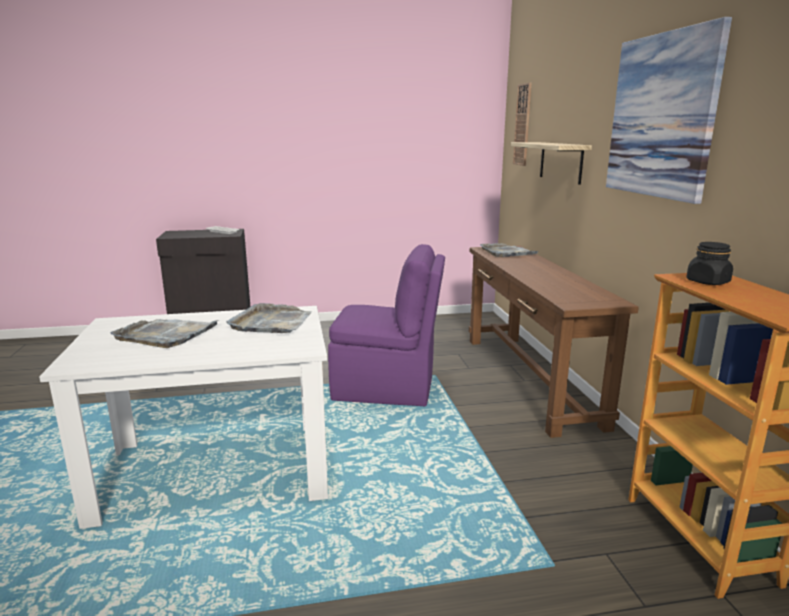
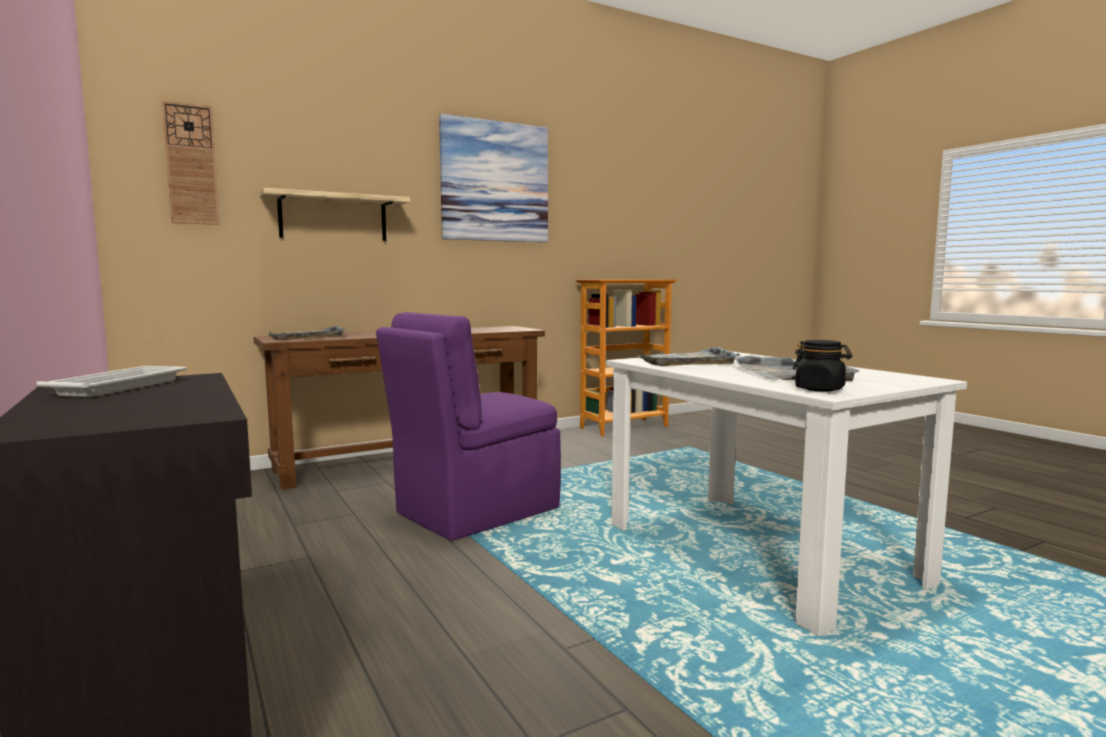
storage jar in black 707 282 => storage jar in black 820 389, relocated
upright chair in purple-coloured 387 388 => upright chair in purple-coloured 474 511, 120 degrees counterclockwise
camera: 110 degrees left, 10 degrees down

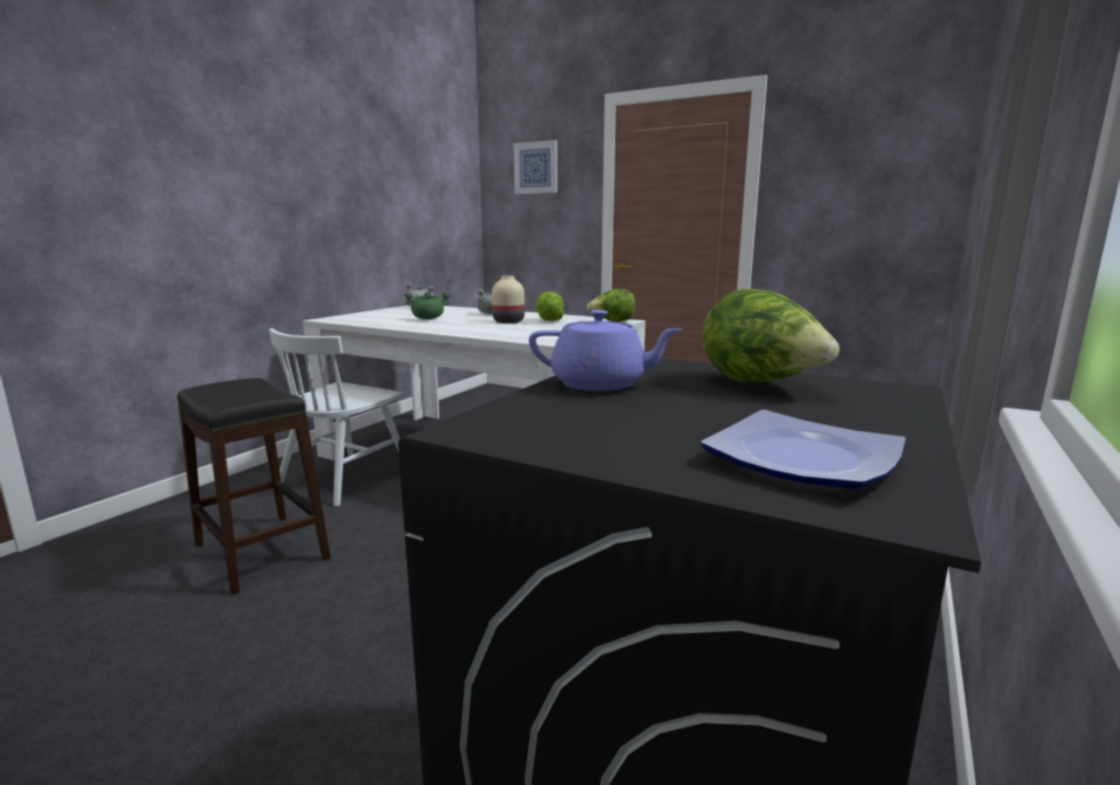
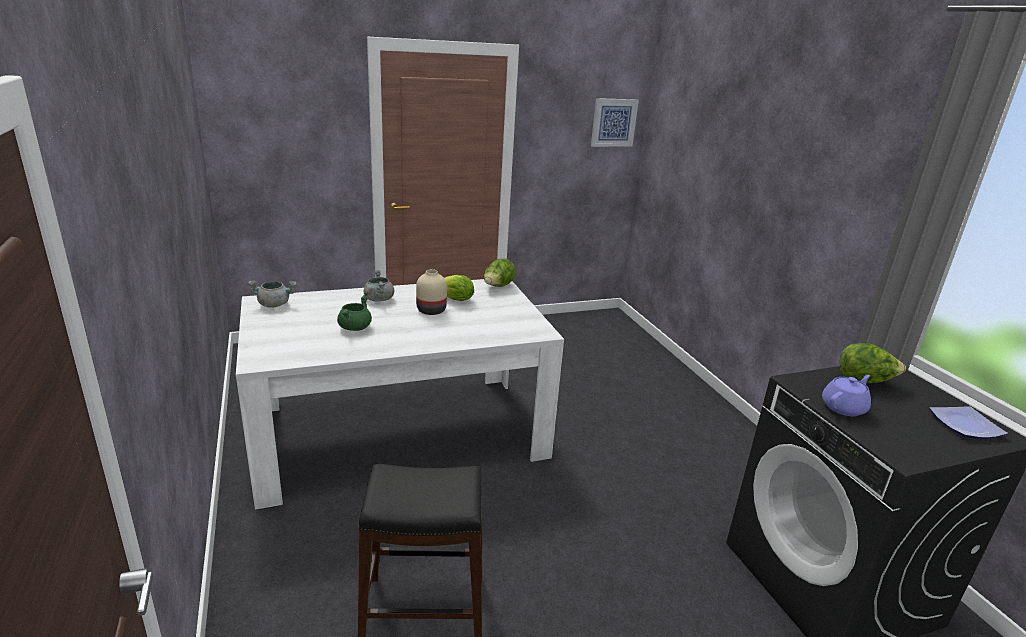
wall art 536 168 => wall art 613 122, relocated
upright chair in whitish 346 479 => nothing
camera: 50 degrees left, 10 degrees up

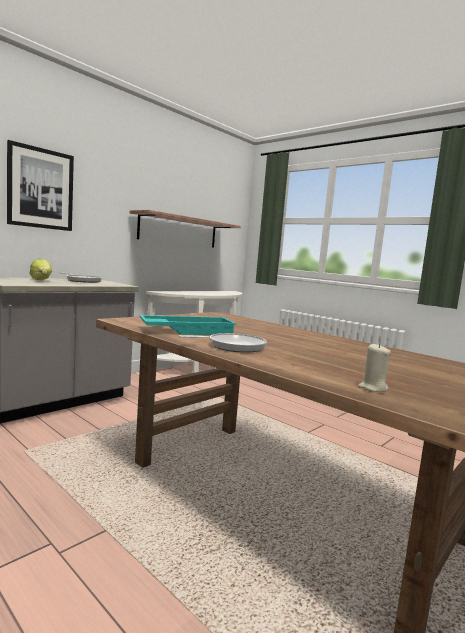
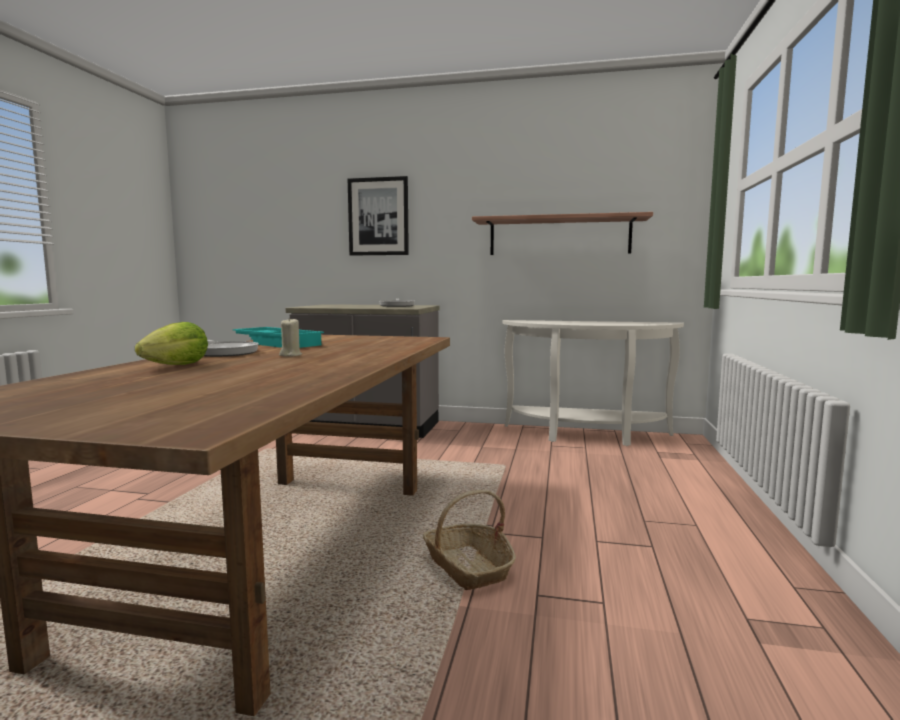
head of lettuce 41 280 => head of lettuce 177 366, relocated
wax candle in beige-coloured 372 388 => wax candle in beige-coloured 290 355, relocated
nothing => storage basket 468 567
camera: 60 degrees right, 0 degrees up

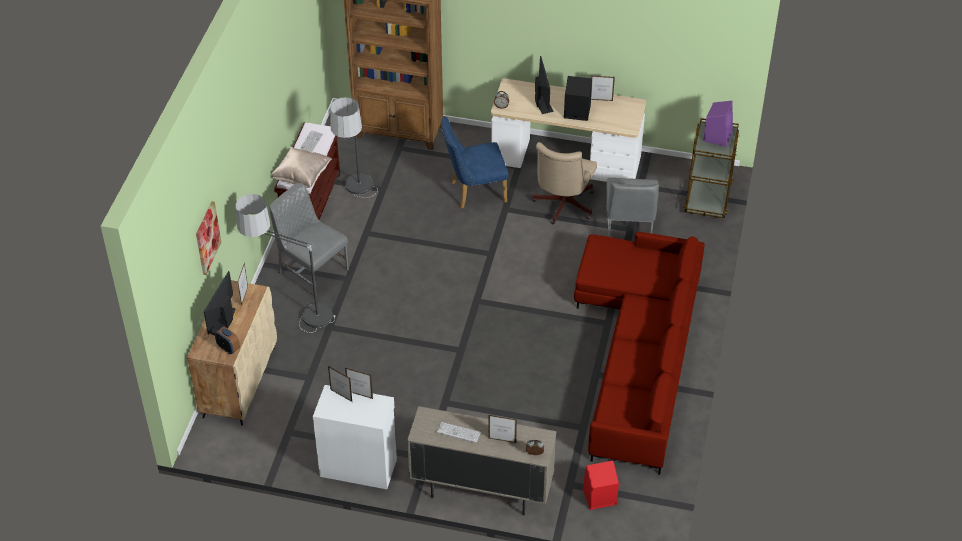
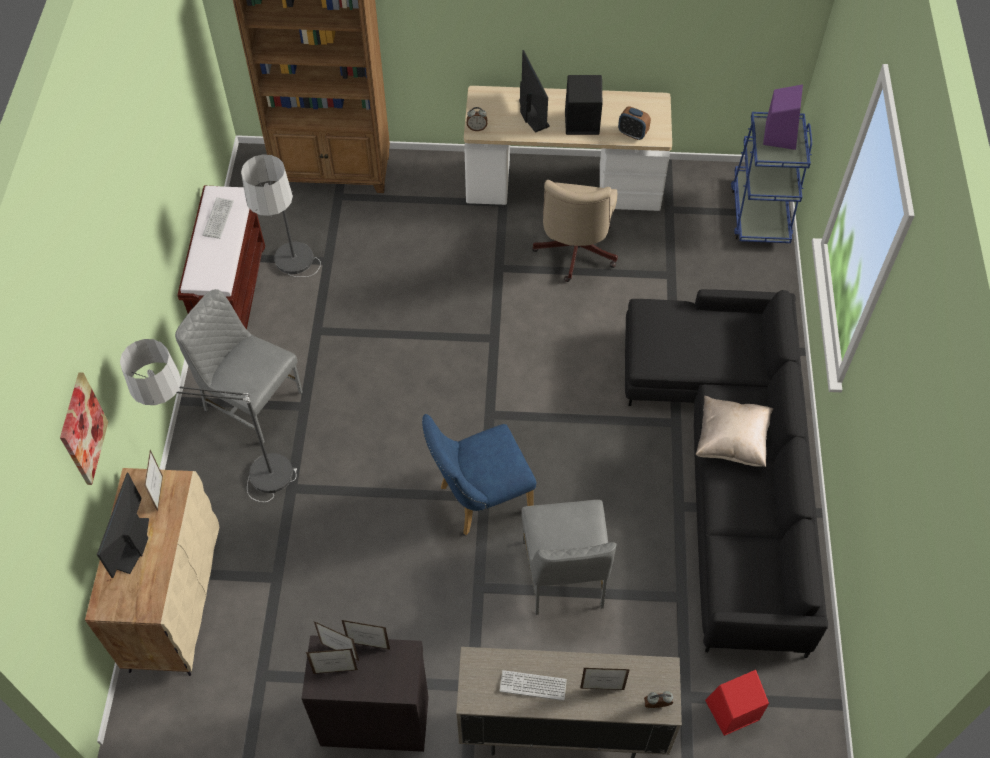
standing frame 601 100 => standing frame 335 672, relocated
upright chair in blue 474 192 => upright chair in blue 478 499, relocated
cart in brownish 708 197 => cart in blue 760 213
throw pillow in beige-coloured 302 177 => throw pillow in beige-coloured 731 441, relocated
upright chair in grey 628 231 => upright chair in grey 564 575, relocated
settee in reddish 638 353 => settee in black 728 463
bedside clock 228 348 => bedside clock 632 133, relocated
cabinet in whitish 358 467 => cabinet in black 374 719
camera: 10 degrees left, 10 degrees up

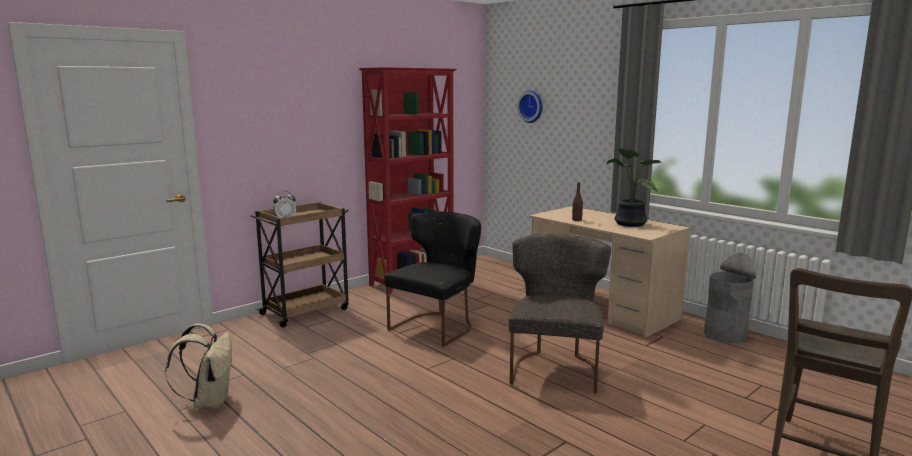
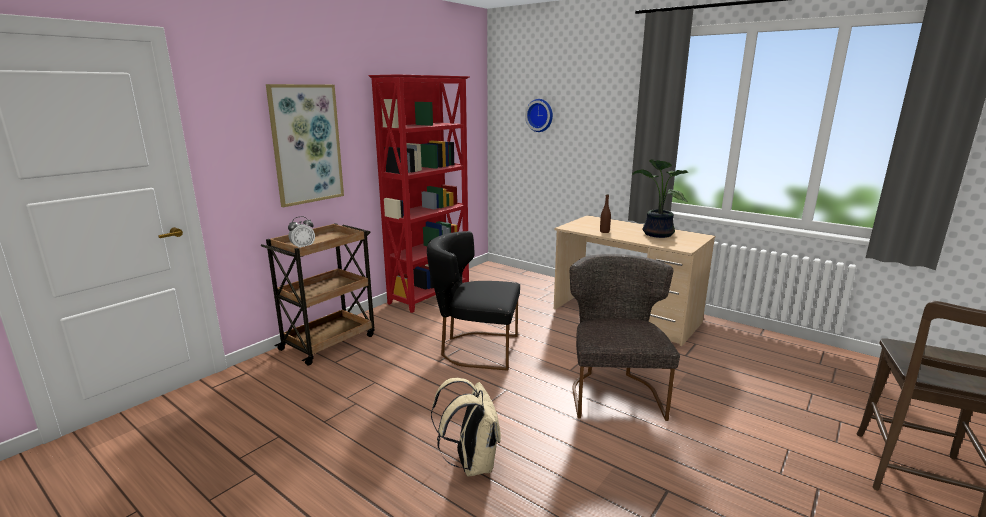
upright chair in black 437 326 => upright chair in black 475 349, 105 degrees counterclockwise
waste bin in grey 725 335 => nothing
rucksack in beige-coloured 210 402 => rucksack in beige-coloured 471 463, relocated
nothing => wall art 306 144
camera: 10 degrees left, 5 degrees up

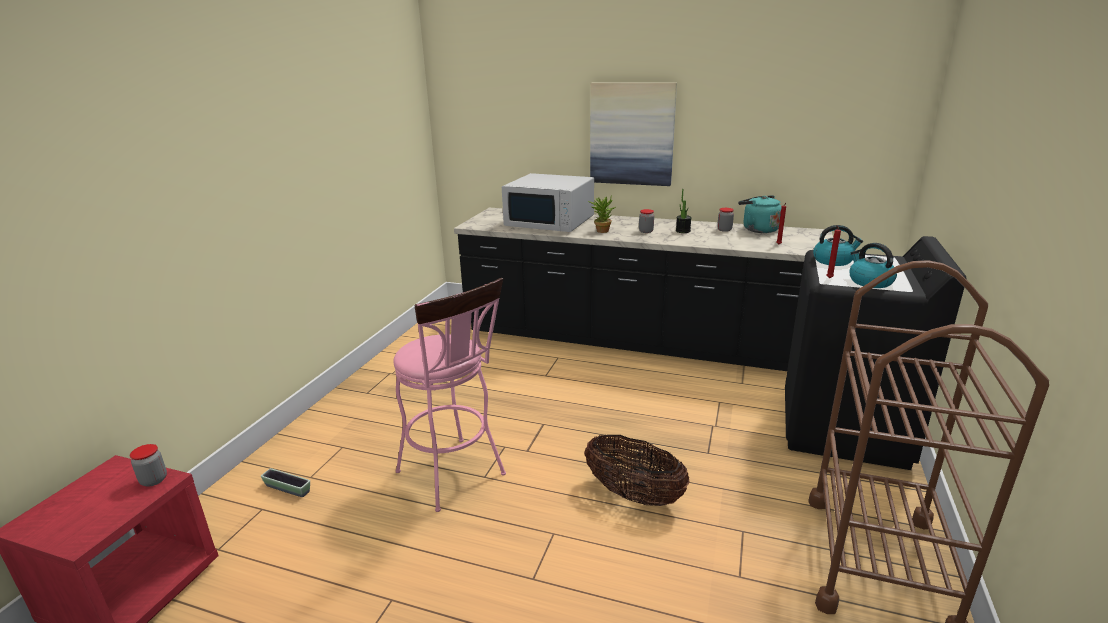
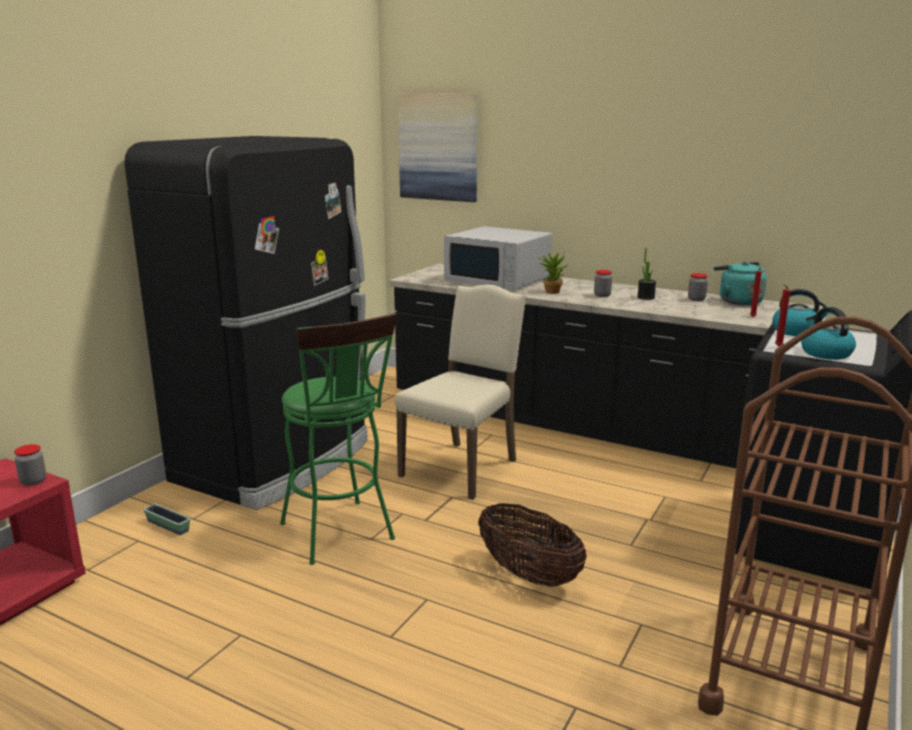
wall art 632 134 => wall art 438 147, relocated
stool in pinkish 456 477 => stool in green 341 535
nothing => kitchen fridge in black 276 461
nothing => upright chair in beige-coloured 462 467
camera: 10 degrees right, 5 degrees down

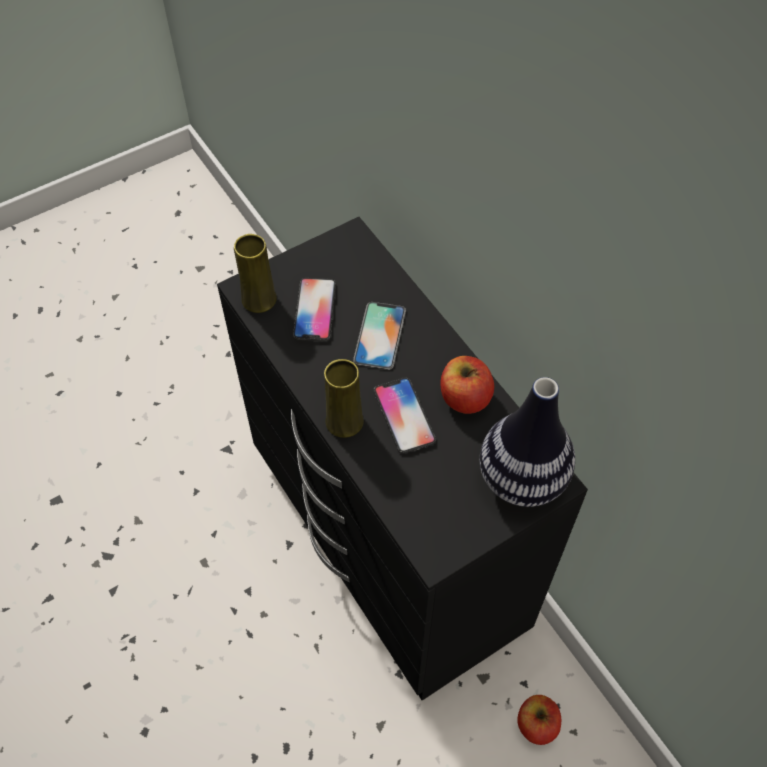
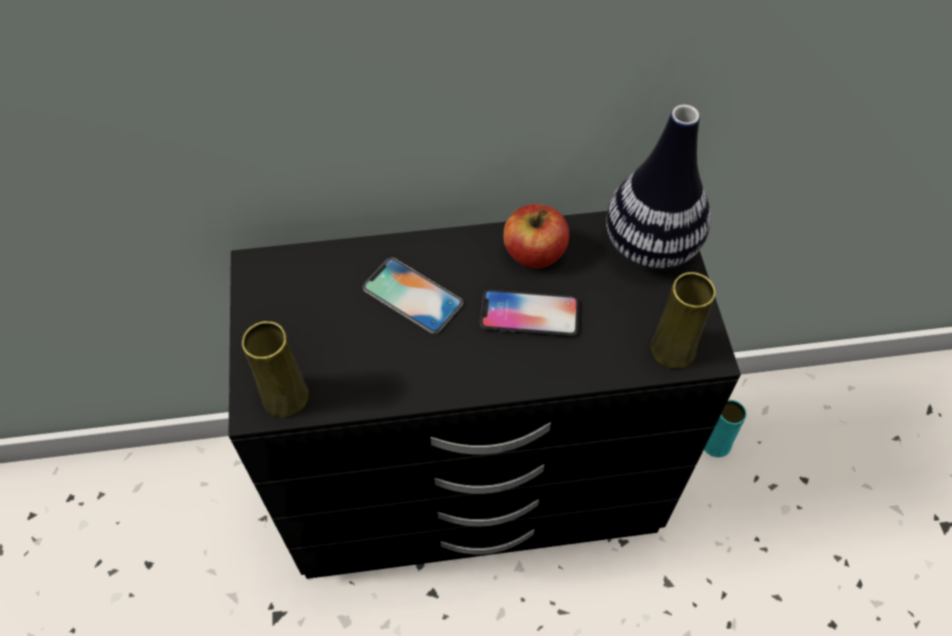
handset 315 310 => nothing
vase in yellowish 344 421 => vase in yellowish 673 349, relocated
apple 536 724 => vase in turquoise-coloured 716 443
camera: 65 degrees left, 0 degrees up

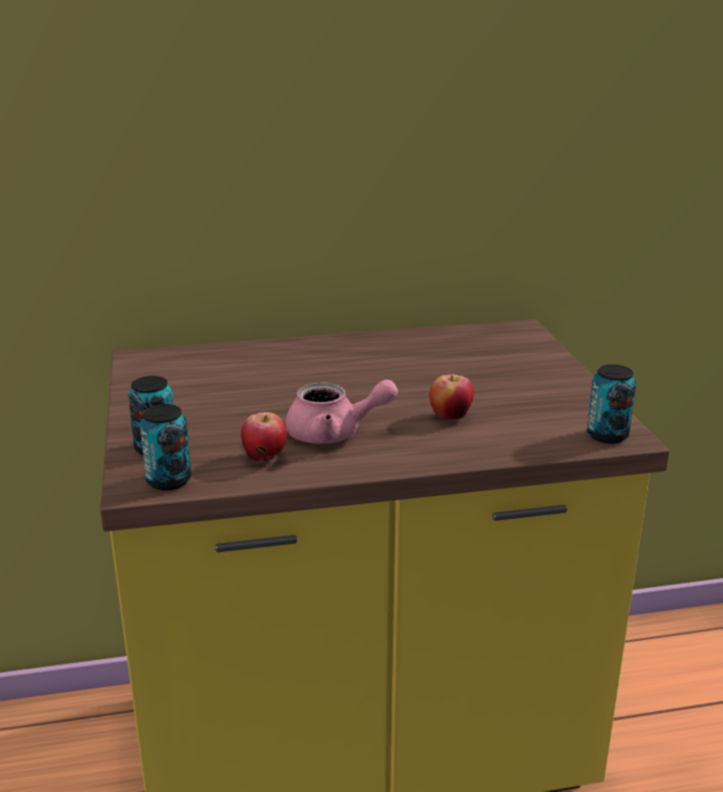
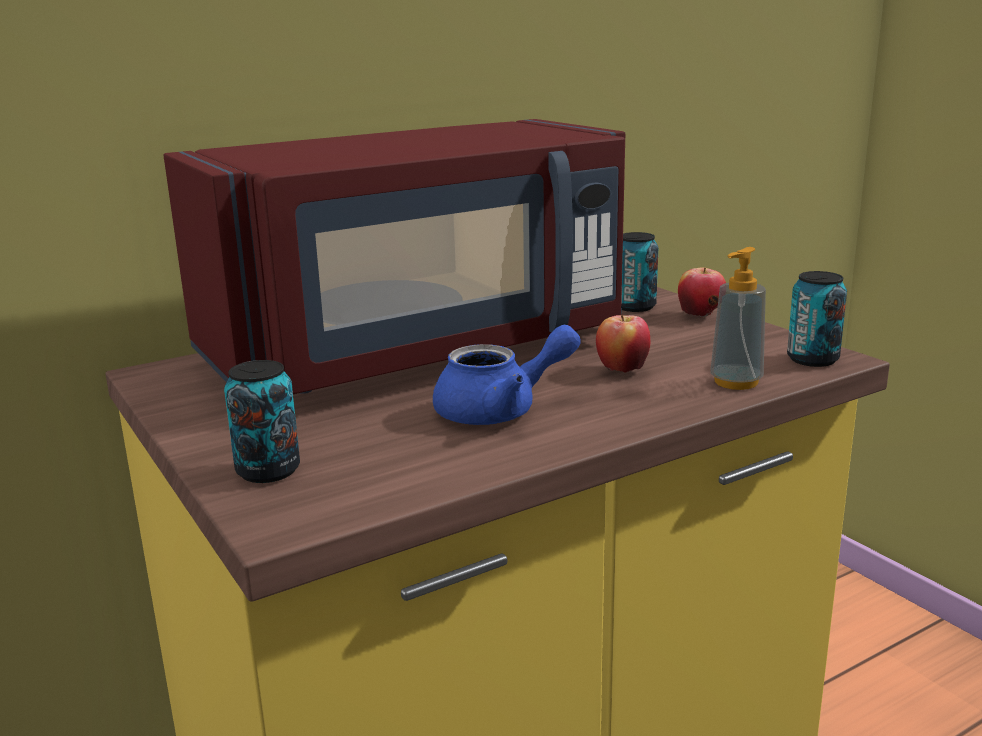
tea pot in pinkish 334 433 => tea pot in blue 501 410
metal can 169 480 => metal can 634 306, relocated
apple 265 459 => apple 700 316, relocated
nothing => kitchen microwave in reddish 423 349
nothing => soap bottle 735 382
camera: 20 degrees left, 5 degrees down

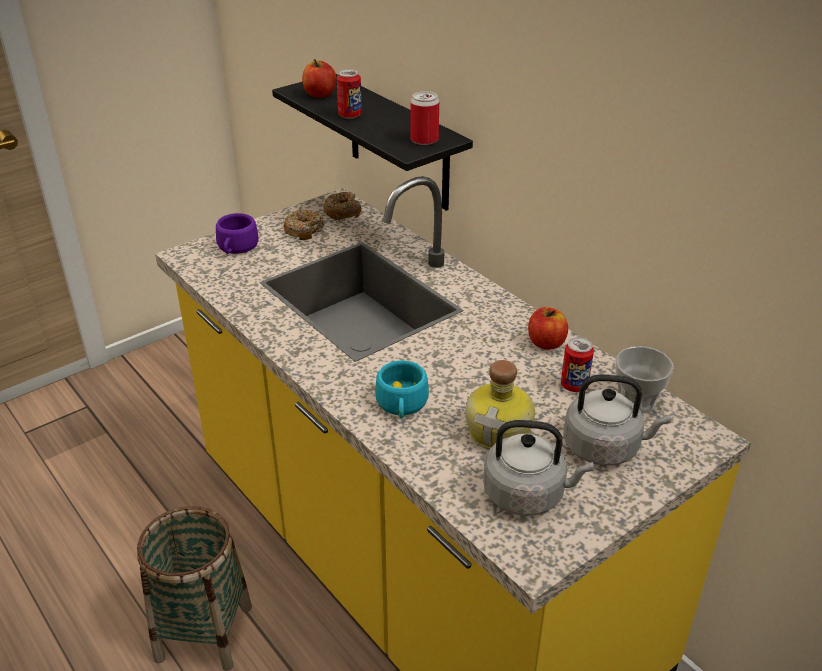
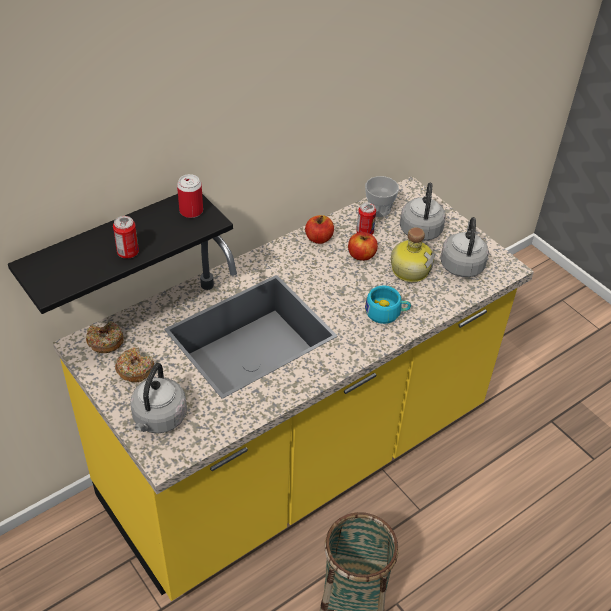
apple 320 94 => apple 361 255, relocated
small cup in purple-coloured 236 248 => tea kettle in grey 158 419
camera: 90 degrees left, 10 degrees up

